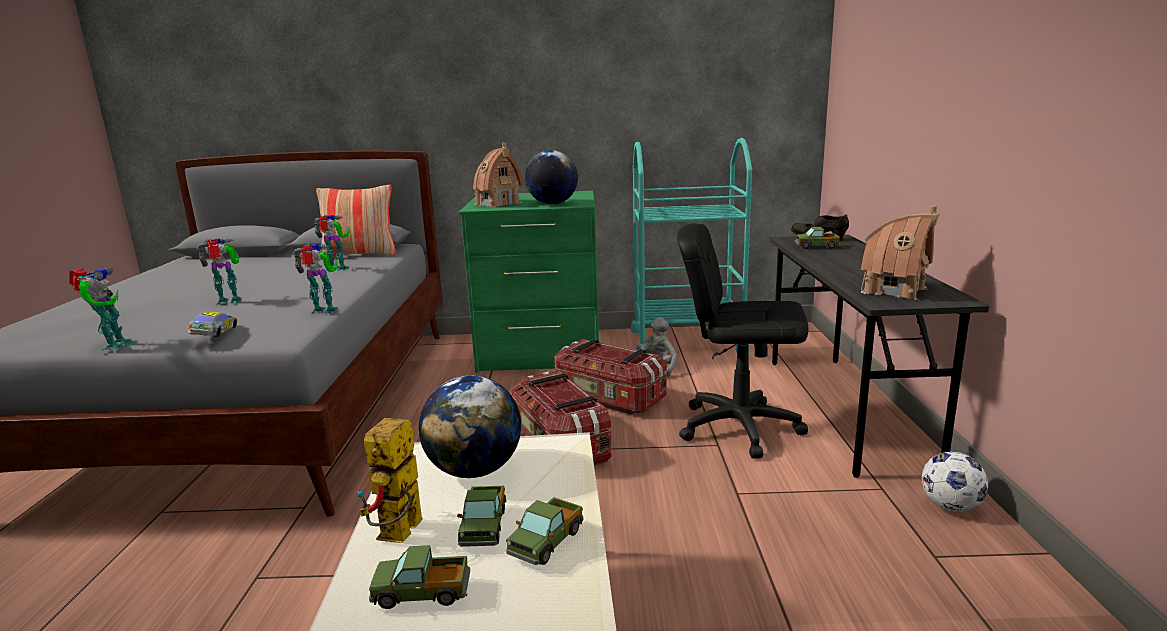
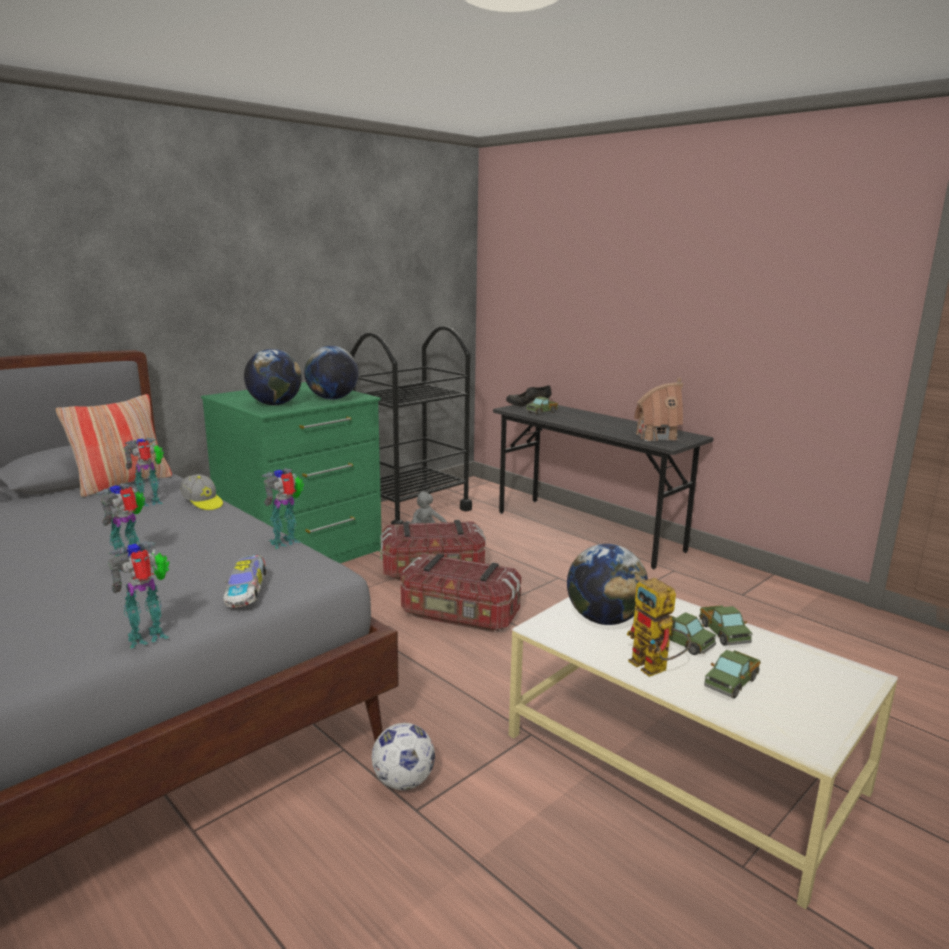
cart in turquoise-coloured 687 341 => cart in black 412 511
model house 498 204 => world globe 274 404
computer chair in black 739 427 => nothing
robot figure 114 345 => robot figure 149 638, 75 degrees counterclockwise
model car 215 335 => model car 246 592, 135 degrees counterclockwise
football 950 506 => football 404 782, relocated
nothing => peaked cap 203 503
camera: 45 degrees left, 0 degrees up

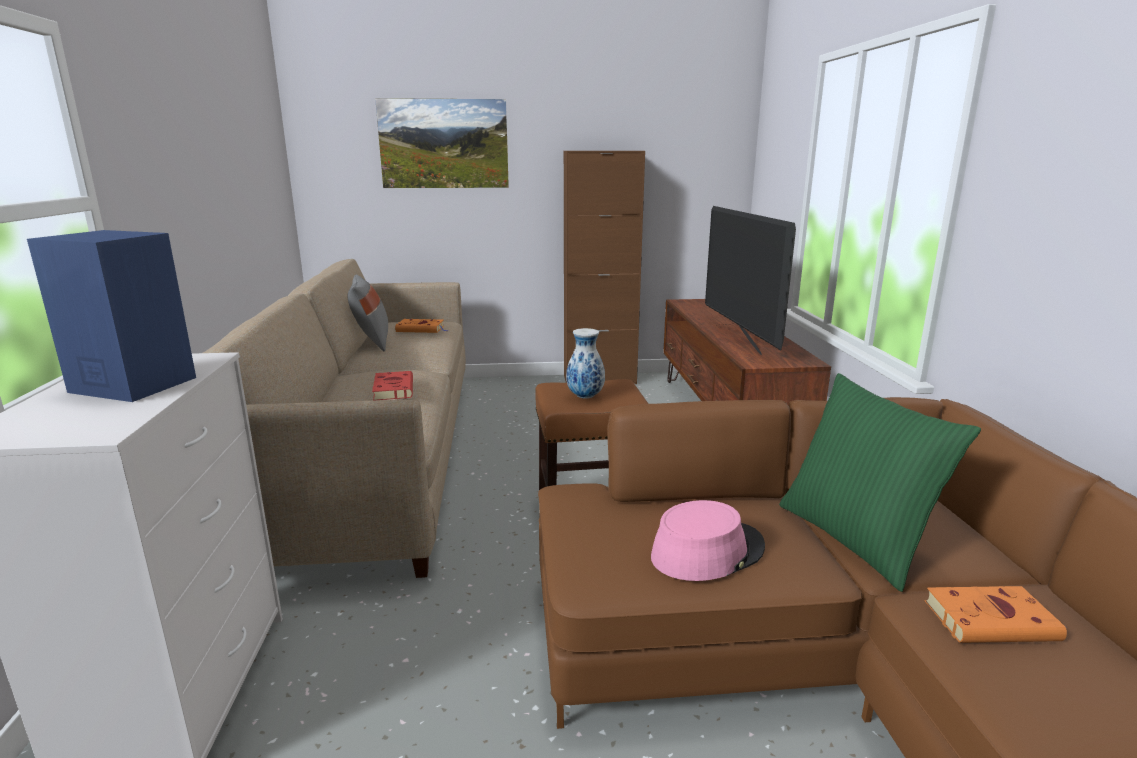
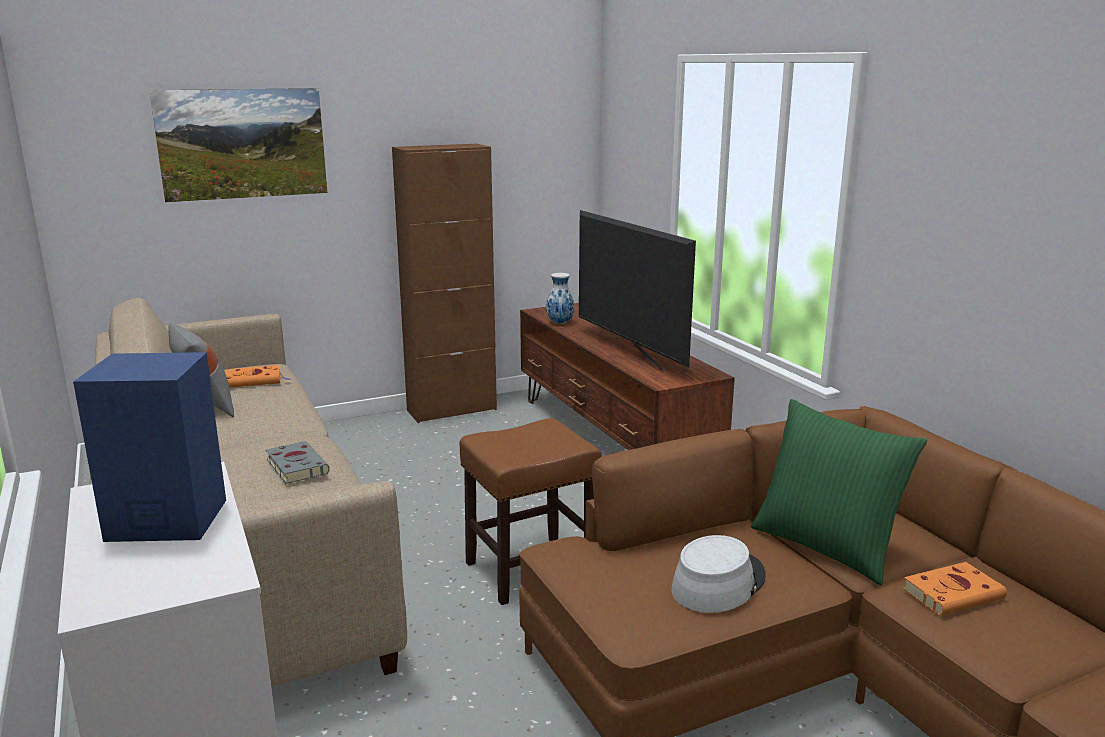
vase 584 397 => vase 559 323, relocated
book in reddish 393 389 => book in grey 296 466
clothing hat in pinkish 707 551 => clothing hat in grey 718 583
camera: 20 degrees left, 0 degrees up

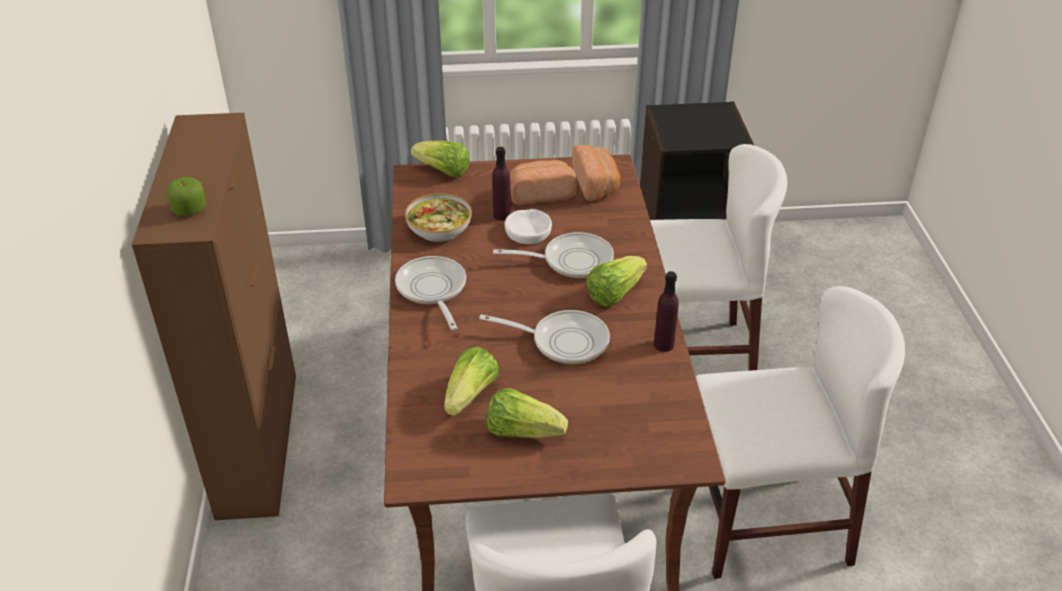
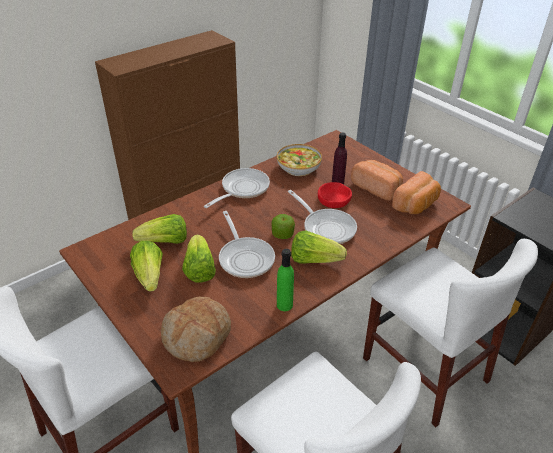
head of lettuce 443 171 => head of lettuce 199 269, relocated
apple 189 210 => apple 282 234, relocated
serving bowl in whitish 528 232 => serving bowl in reddish 334 199
beverage bottle in purple-coloured 663 345 => beverage bottle in green 284 305
nothing => bread 197 336
camera: 55 degrees right, 0 degrees up

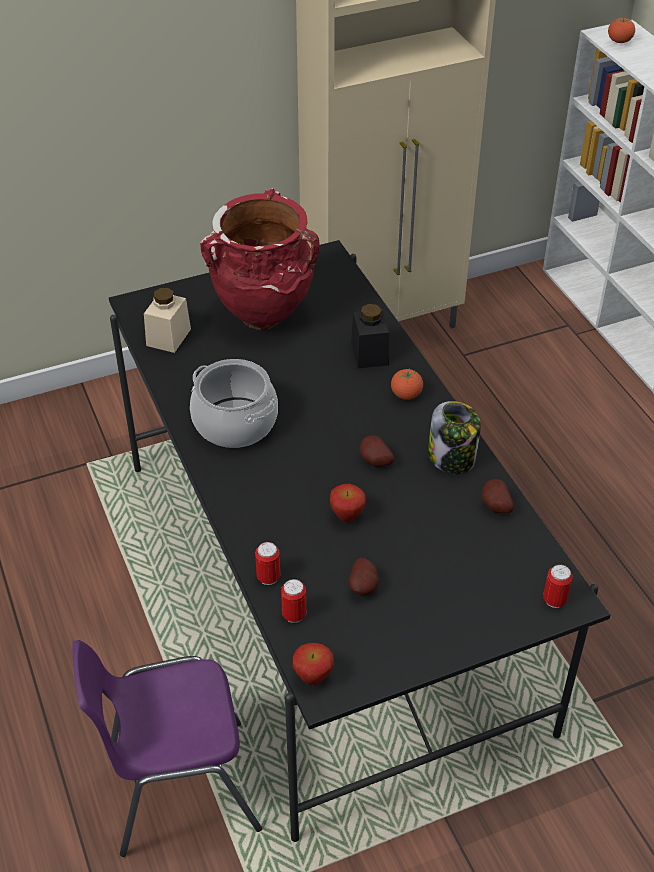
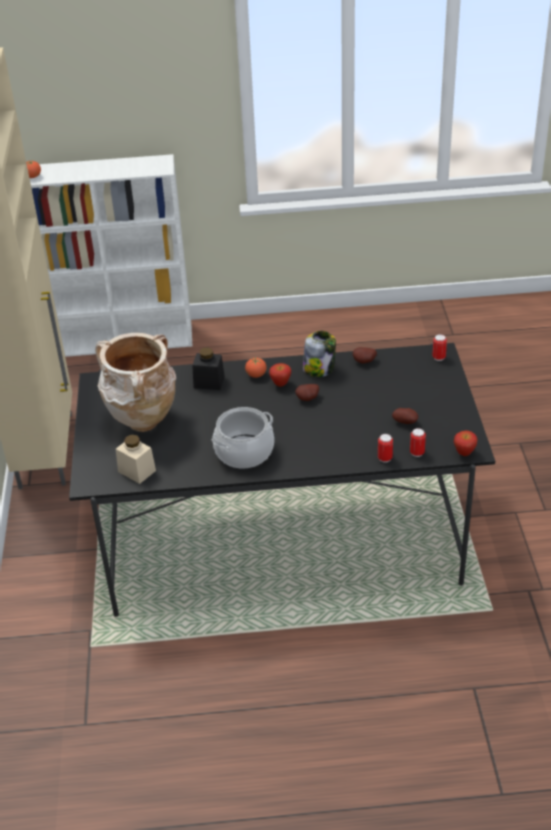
vase in reddish 264 316 => vase in beige-coloured 142 421
apple 347 517 => apple 280 384, relocated
upright chair in purple-coloured 178 788 => nothing
camera: 70 degrees left, 5 degrees down

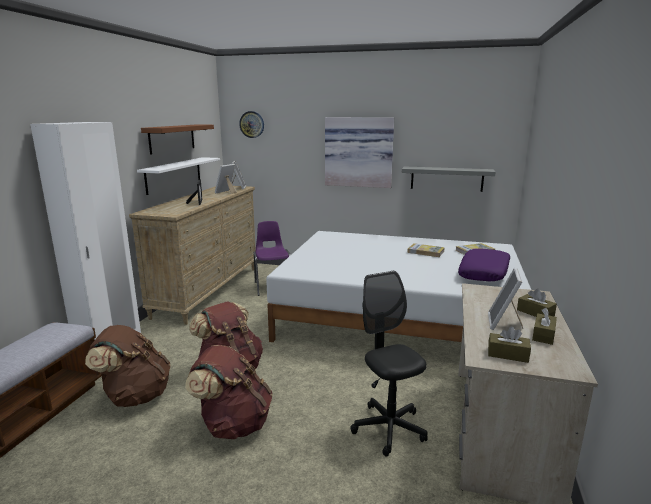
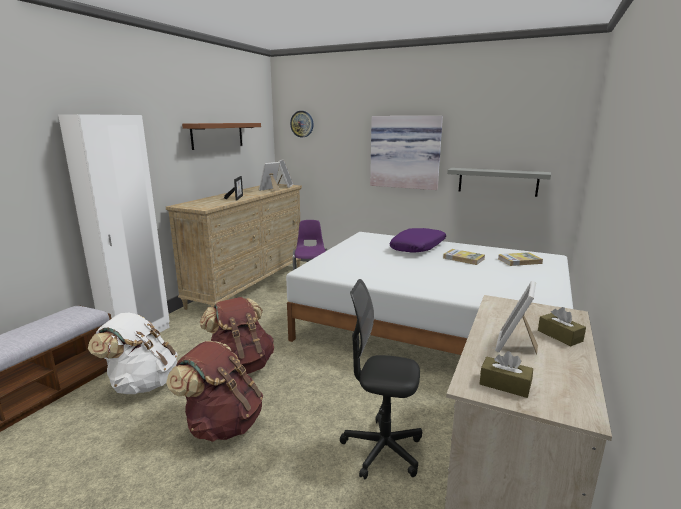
shelf in whitish 174 175 => nothing
throw pillow in purple-coloured 484 273 => throw pillow in purple-coloured 418 247, relocated
computer chair in black 389 428 => computer chair in black 382 450, 60 degrees counterclockwise
tissue holder in brownish 543 335 => nothing
rucksack in brownish 135 396 => rucksack in whitish 142 384
camera: 10 degrees right, 0 degrees up

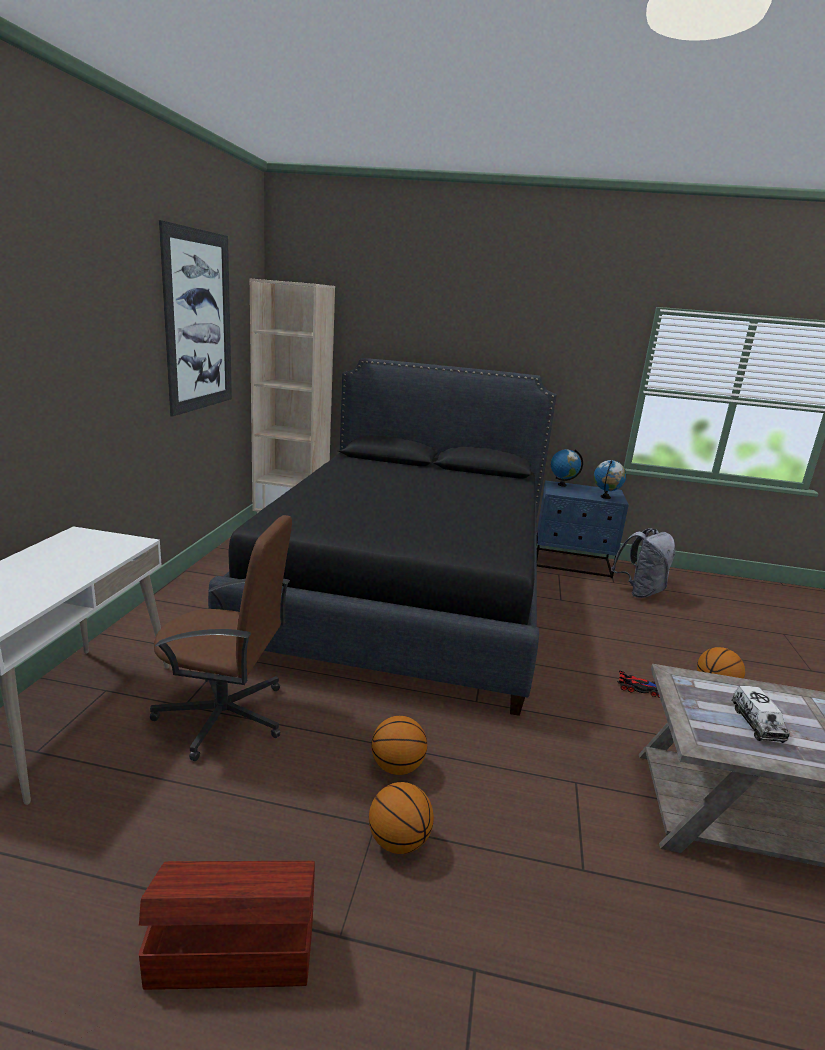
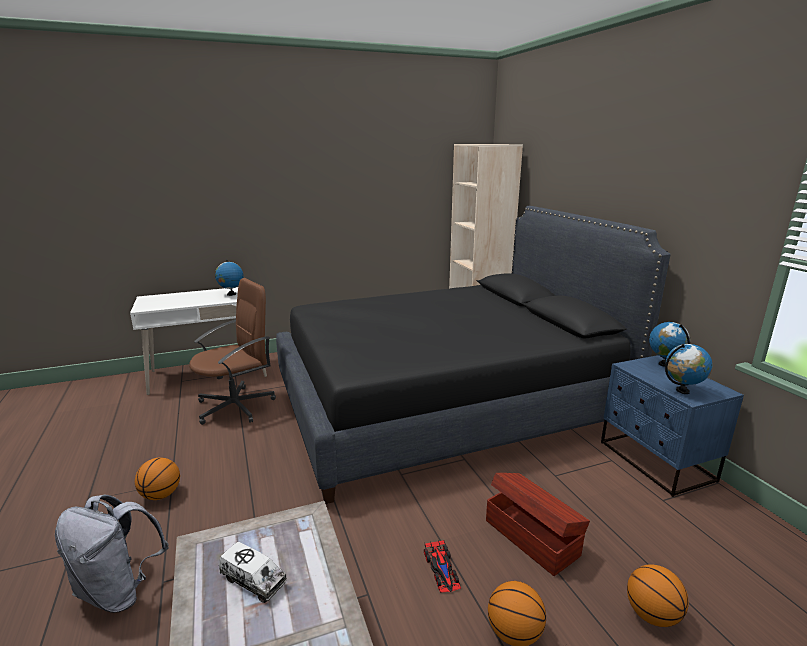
wall art 199 322 => nothing
computer chair in brownish 225 716 => computer chair in brownish 236 406, 105 degrees counterclockwise
rucksack in grey 639 592 => rucksack in grey 120 590, relocated
toy truck 756 723 => toy truck 253 580, 120 degrees counterclockwise
basketball ball 397 767 => basketball ball 652 615, relocated
storage bin in brownish 232 948 => storage bin in brownish 531 536, relocated
nothing => world globe 231 294
camera: 60 degrees right, 0 degrees up

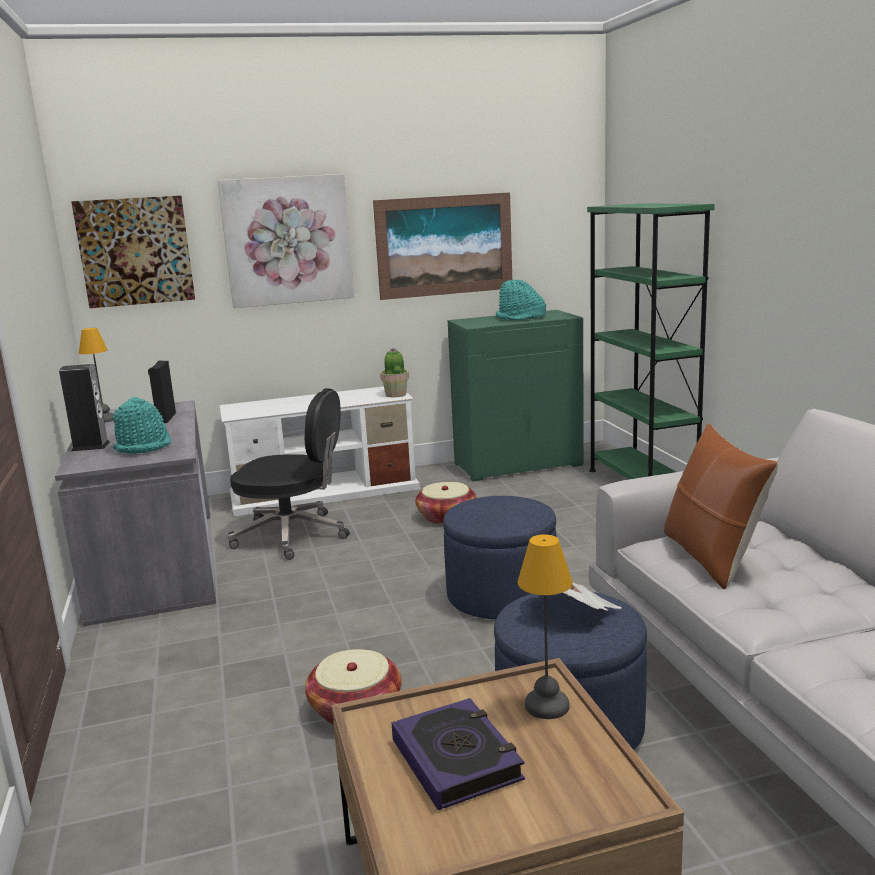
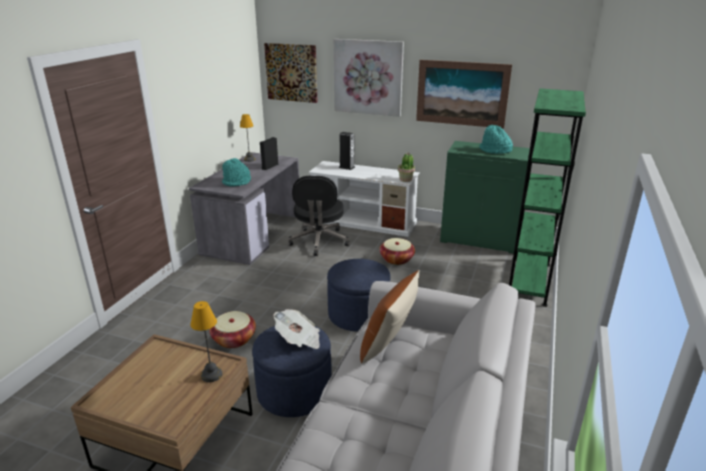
loudspeaker 91 446 => loudspeaker 347 167, relocated
computer chair in black 293 535 => computer chair in black 319 242, 45 degrees clockwise
book 456 760 => nothing
camera: 35 degrees right, 10 degrees up

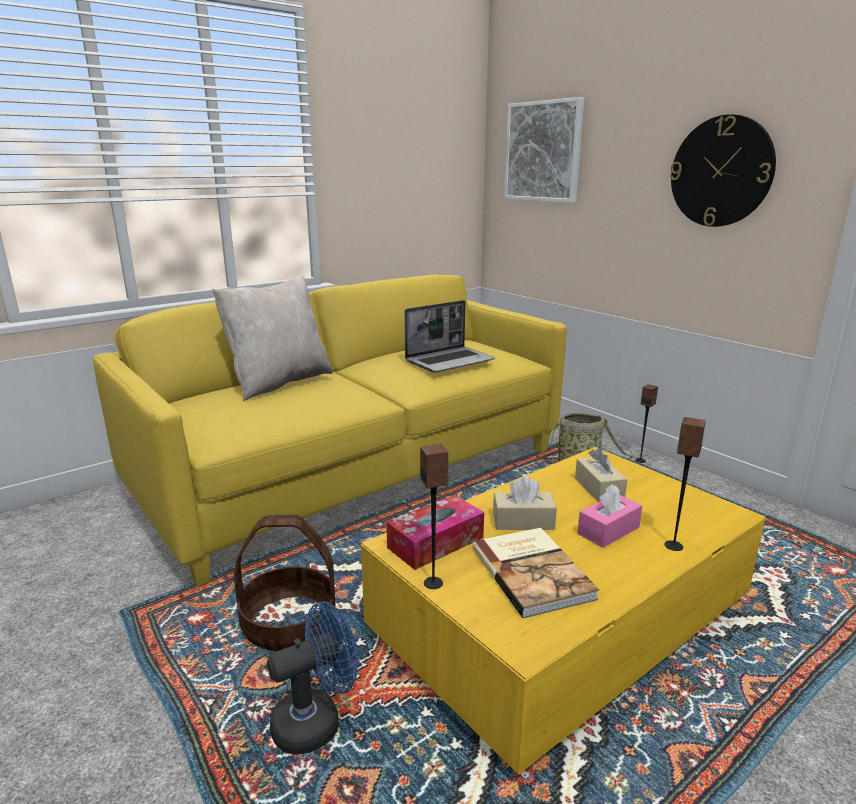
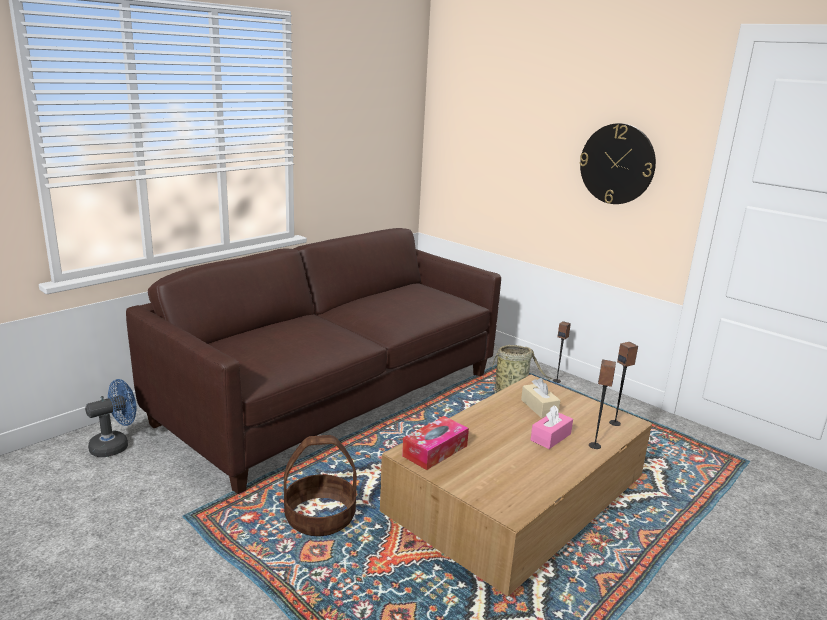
wall art 543 152 => nothing
settee in yellowish 357 473 => settee in brownish 334 398
throw pillow in beige-coloured 279 382 => nothing
laptop 450 361 => nothing
loudspeaker 433 583 => loudspeaker 615 423, relocated
coffee table in yellowish 562 620 => coffee table in brownish 517 502
tissue holder in beige-coloured 523 522 => nothing
book 533 572 => nothing
cooling fan in blue 316 721 => cooling fan in blue 115 445, relocated
camera: 10 degrees left, 0 degrees up

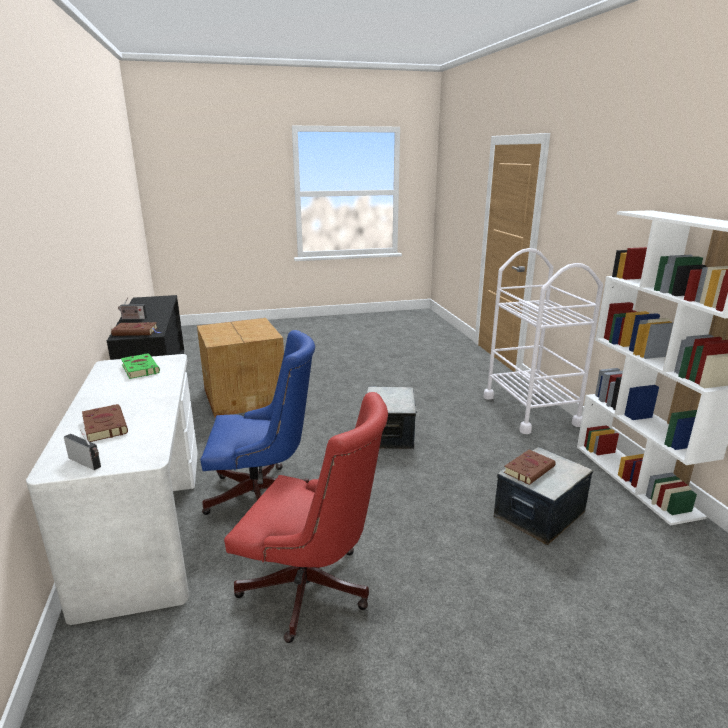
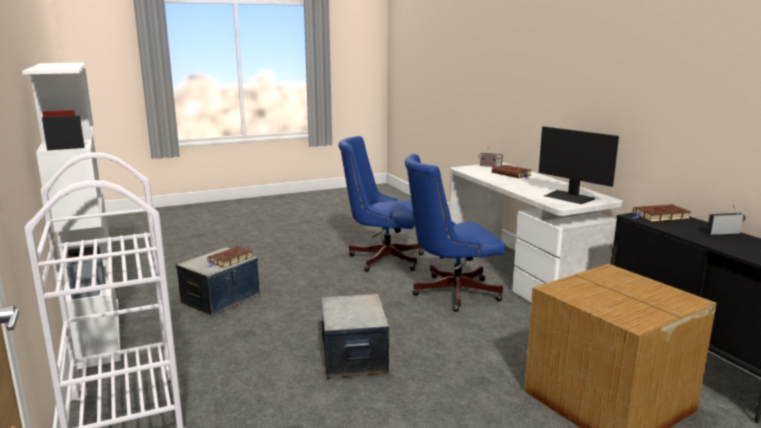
book in green 140 368 => monitor 569 197
computer chair in reddish 313 591 => computer chair in blue 381 259
camera: 170 degrees right, 5 degrees down

